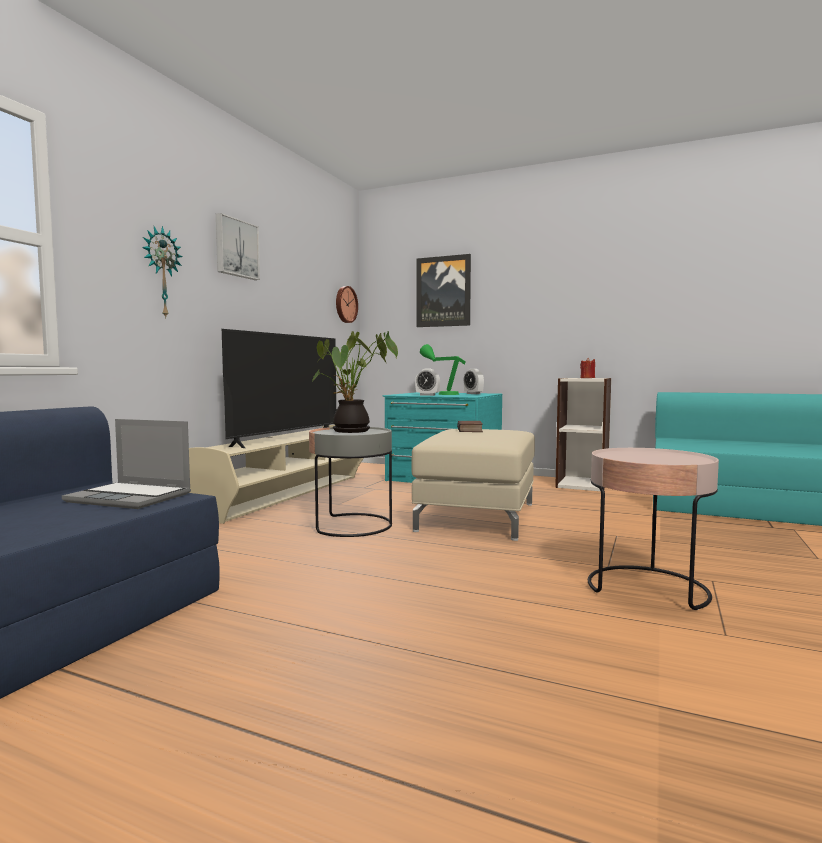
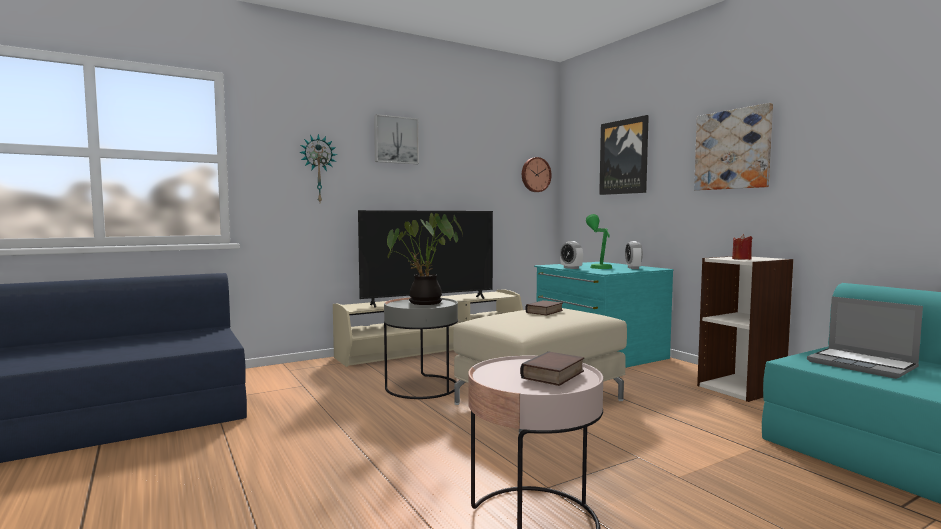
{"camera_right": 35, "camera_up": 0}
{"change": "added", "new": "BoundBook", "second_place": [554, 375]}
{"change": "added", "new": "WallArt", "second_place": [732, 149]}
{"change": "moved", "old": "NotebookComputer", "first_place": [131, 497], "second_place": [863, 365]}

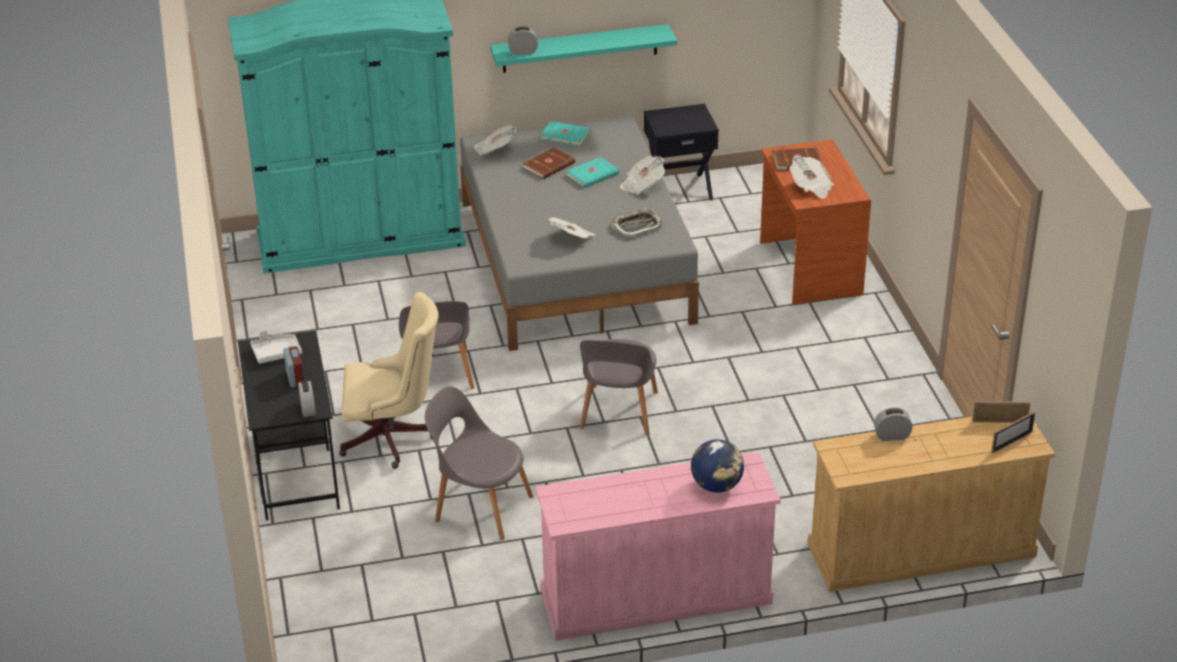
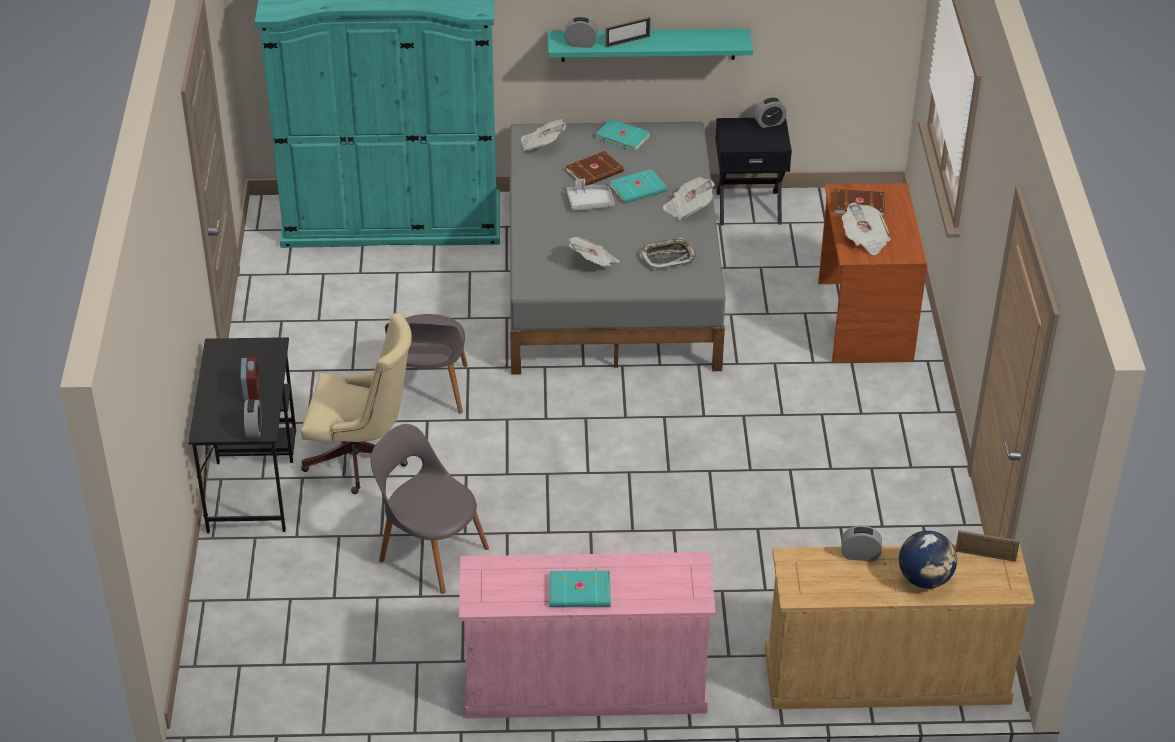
{"camera_right": 10, "camera_up": 5}
{"change": "removed", "old": "GrayUprightChair", "first_place": [618, 413]}
{"change": "added", "new": "TurquoiseColouredBoundBook", "second_place": [580, 593]}
{"change": "added", "new": "AlarmClock", "second_place": [769, 123]}
{"change": "moved", "old": "GrayCarryingTray", "first_place": [276, 353], "second_place": [589, 202]}
{"change": "moved", "old": "Globe", "first_place": [717, 486], "second_place": [925, 579]}
{"change": "moved", "old": "PictureFrame", "first_place": [1011, 442], "second_place": [627, 41]}

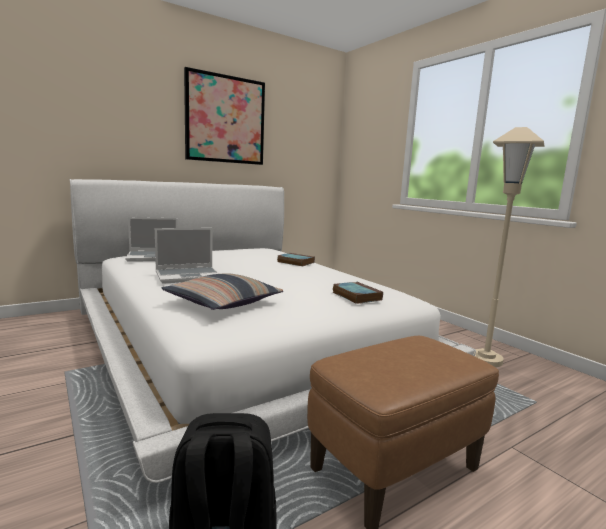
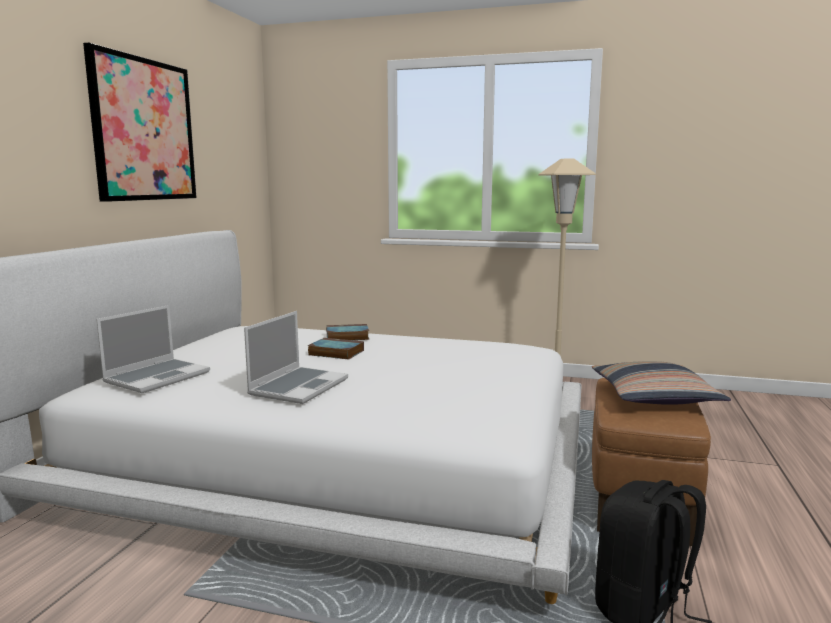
{"camera_right": -40, "camera_up": 0}
{"change": "moved", "old": "ThrowPillow", "first_place": [223, 302], "second_place": [654, 397]}
{"change": "moved", "old": "BoundBook", "first_place": [355, 296], "second_place": [334, 352]}

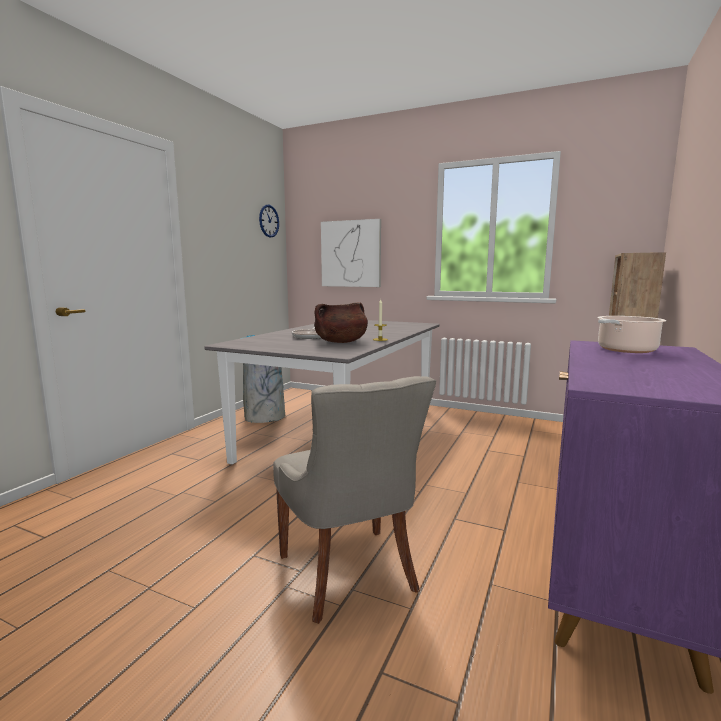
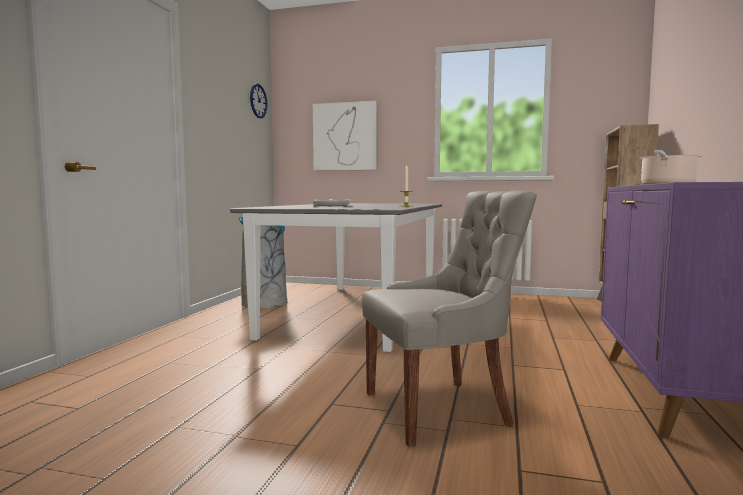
{"camera_right": -10, "camera_up": -5}
{"change": "removed", "old": "BrownColouredSaucepot", "first_place": [341, 342]}
{"change": "turned", "old": "GrayUprightChair", "first_place": [349, 574], "second_place": [440, 409], "degrees": -75}

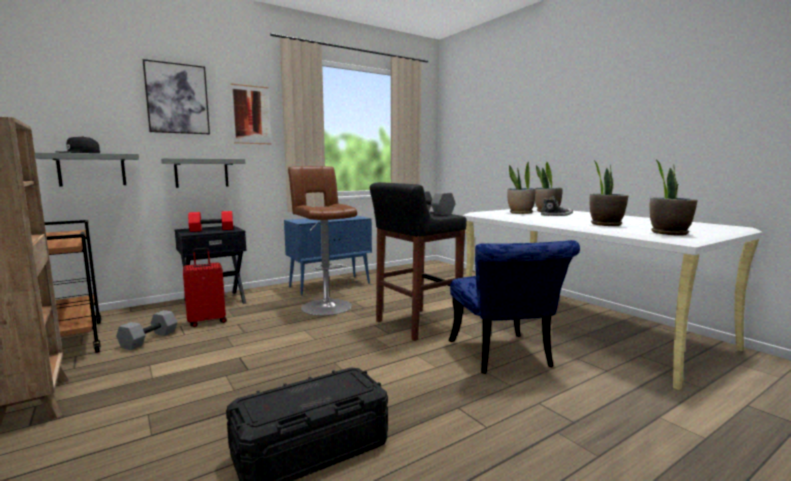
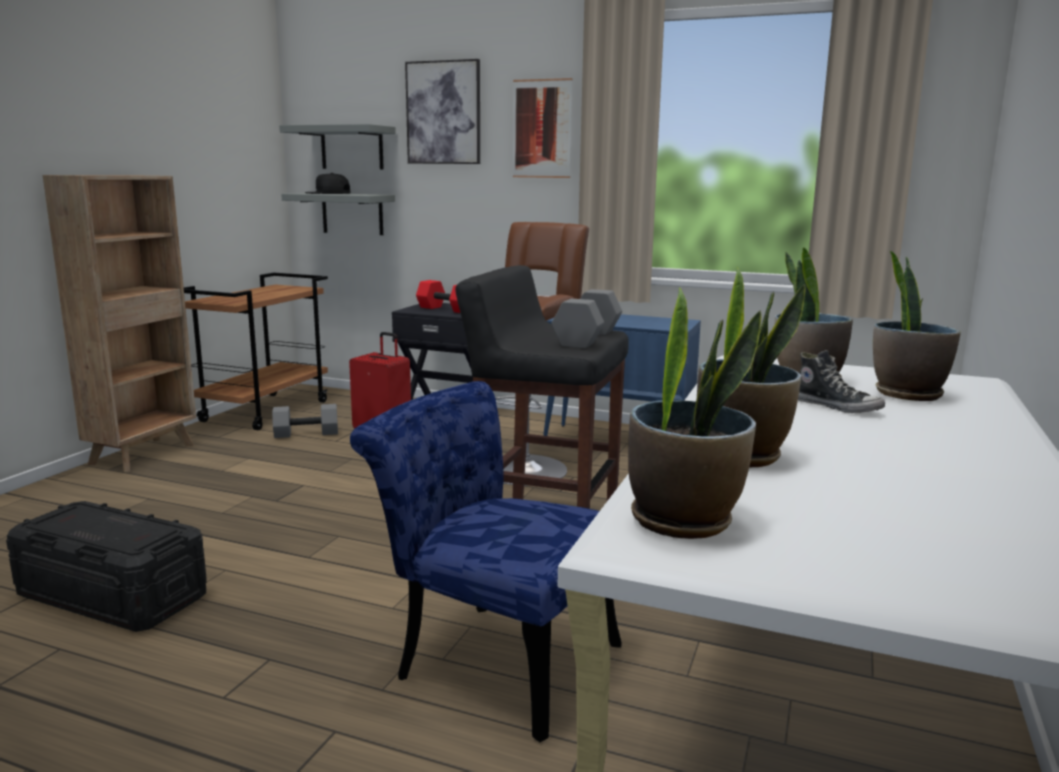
{"camera_right": 55, "camera_up": 5}
{"change": "moved", "old": "GrayWallShelf", "first_place": [201, 173], "second_place": [352, 148]}
{"change": "turned", "old": "BluishUprightChair", "first_place": [503, 357], "second_place": [493, 658], "degrees": 75}

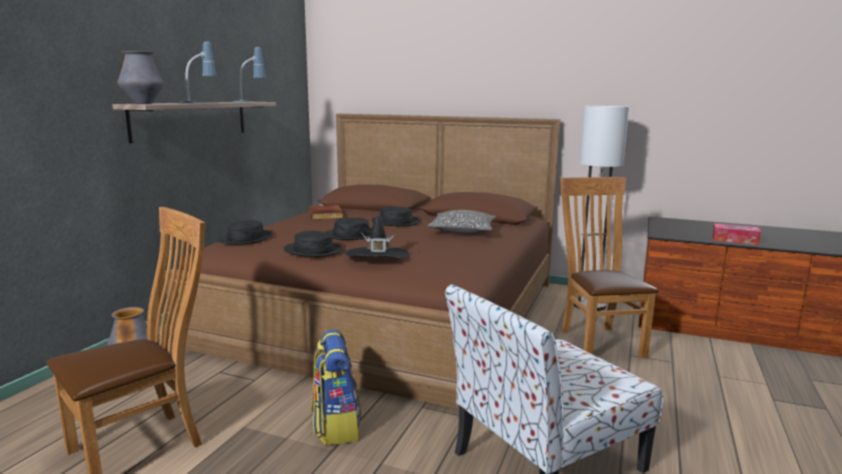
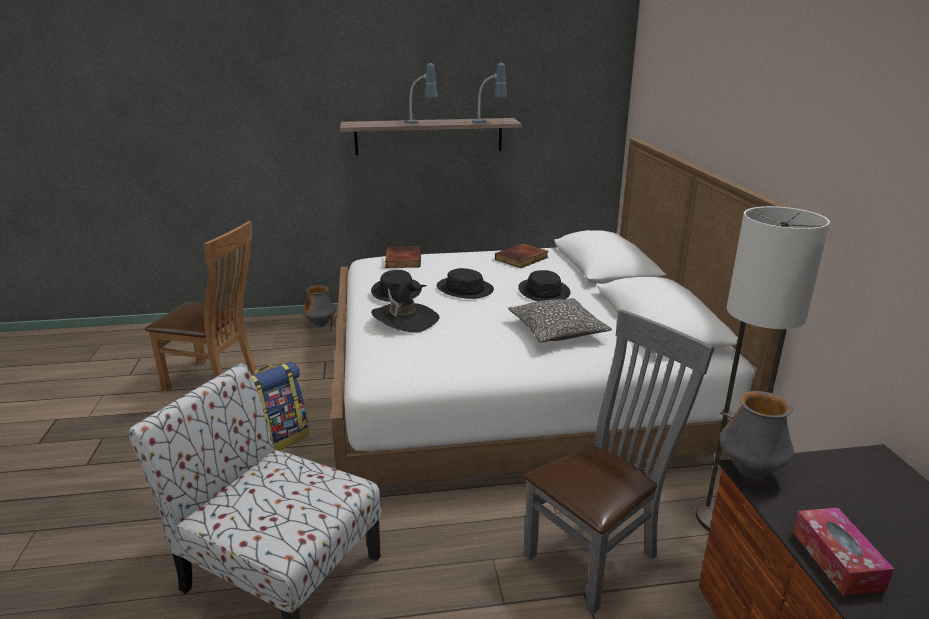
{"camera_right": 60, "camera_up": 10}
{"change": "moved", "old": "FlowerVase", "first_place": [143, 103], "second_place": [750, 471]}
{"change": "replaced", "old": "BlackColouredWearableHat", "new": "BoundBook", "first_place": [246, 238], "second_place": [402, 260]}
{"change": "recoloured", "old": "BrownColouredBedroomBed", "new": "WhitishBedroomBed", "first_place": [389, 311], "second_place": [514, 385]}
{"change": "recoloured", "old": "BrownColouredUprightChair", "new": "GrayUprightChair", "first_place": [598, 341], "second_place": [598, 554]}

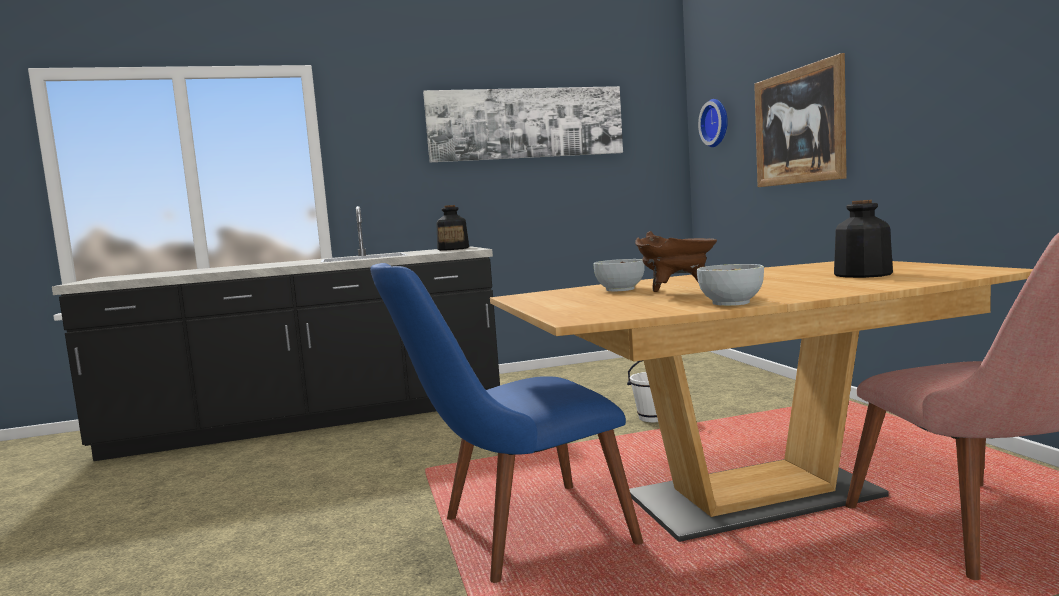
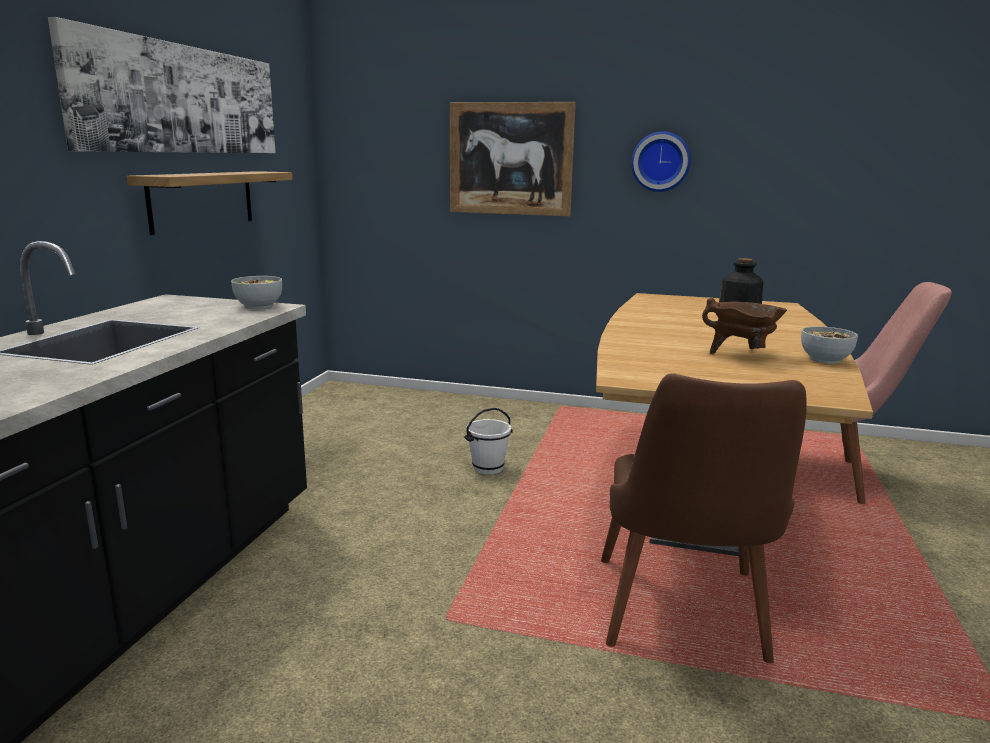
{"camera_right": -60, "camera_up": 10}
{"change": "removed", "old": "BeverageBottle", "first_place": [453, 249]}
{"change": "added", "new": "WallShelf", "second_place": [202, 200]}
{"change": "moved", "old": "ServingBowl", "first_place": [620, 289], "second_place": [258, 306]}
{"change": "moved", "old": "ClockOnTheWall", "first_place": [716, 123], "second_place": [660, 161]}
{"change": "recoloured", "old": "BluishUprightChair", "new": "BrownColouredUprightChair", "first_place": [513, 536], "second_place": [684, 623]}

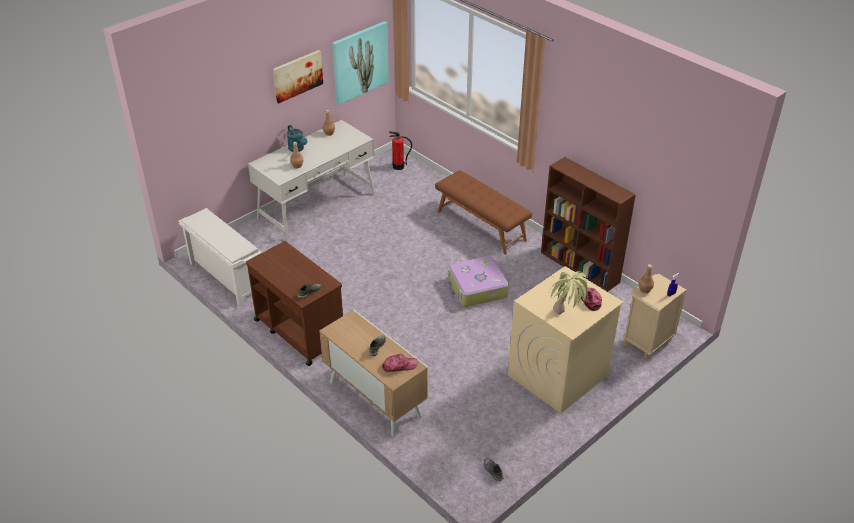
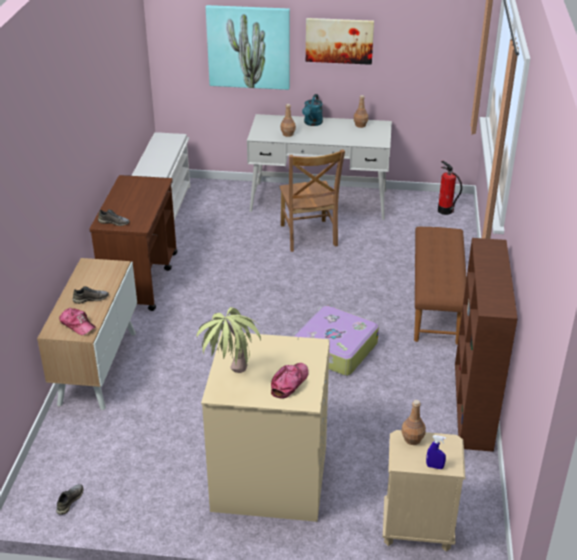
{"camera_right": 50, "camera_up": -5}
{"change": "added", "new": "BrownColouredUprightChair", "second_place": [308, 237]}
{"change": "moved", "old": "WallArt", "first_place": [359, 62], "second_place": [249, 47]}

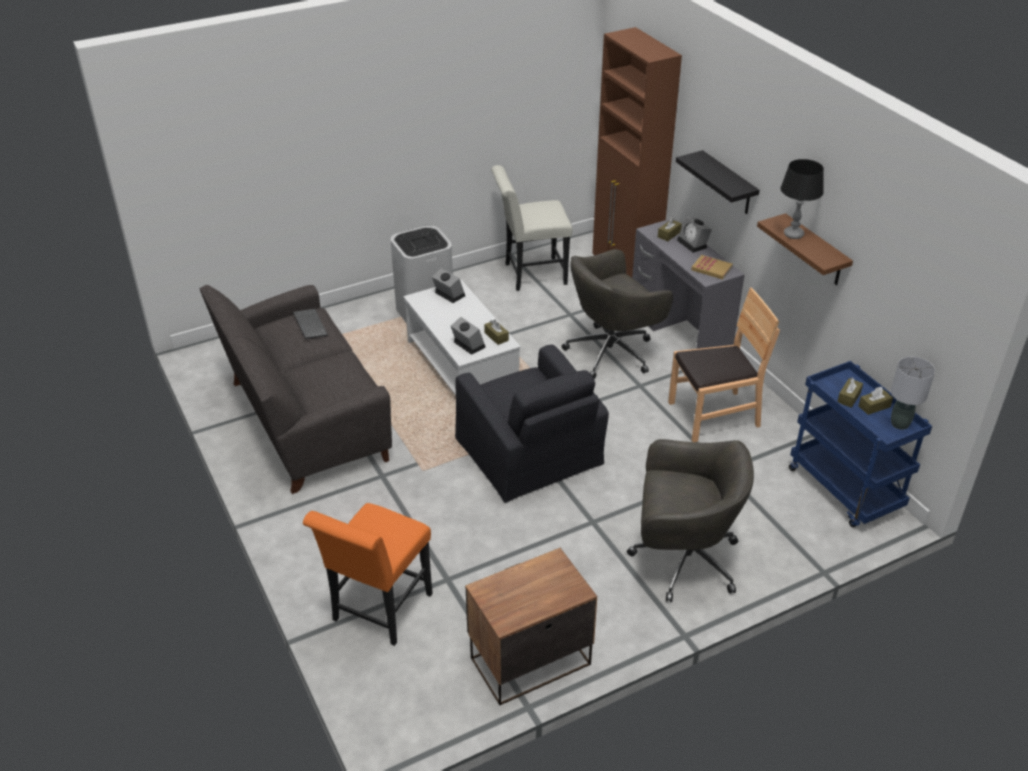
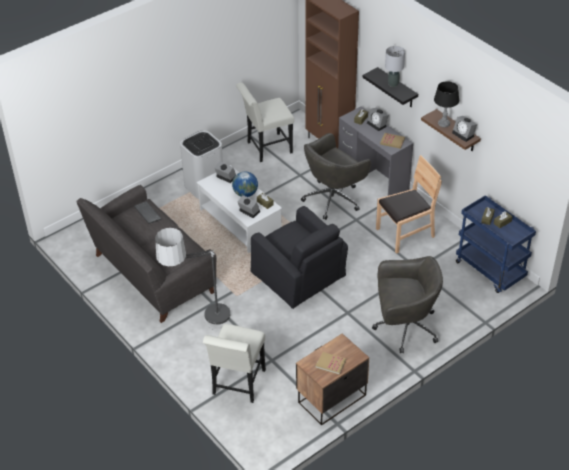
{"camera_right": -10, "camera_up": 5}
{"change": "added", "new": "StandingLamp", "second_place": [200, 326]}
{"change": "added", "new": "Globe", "second_place": [245, 194]}
{"change": "added", "new": "BoundBook", "second_place": [330, 364]}
{"change": "added", "new": "AlarmClock", "second_place": [464, 134]}
{"change": "moved", "old": "GrayTabletopLamp", "first_place": [900, 424], "second_place": [393, 84]}
{"change": "recoloured", "old": "OrangeUprightChair", "new": "WhitishUprightChair", "first_place": [378, 612], "second_place": [237, 385]}

